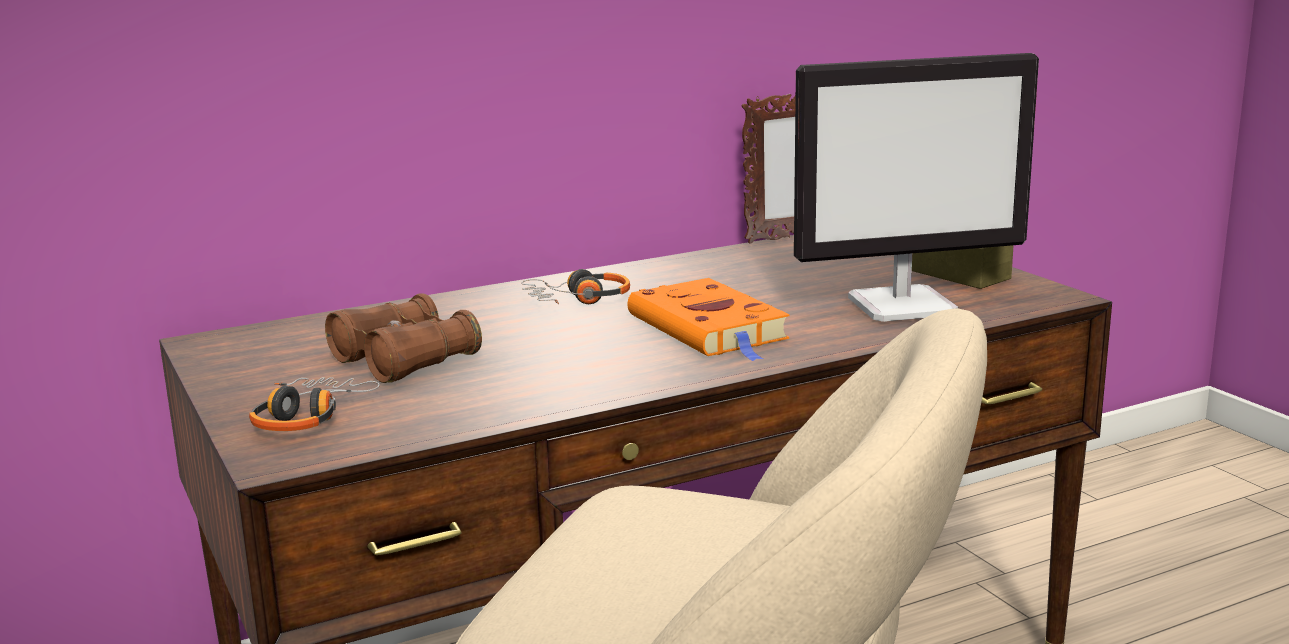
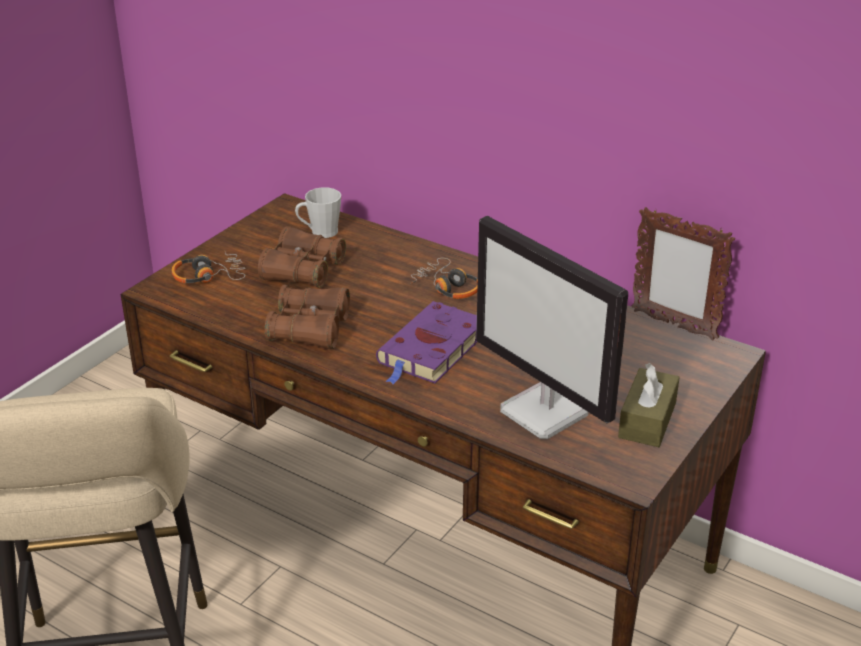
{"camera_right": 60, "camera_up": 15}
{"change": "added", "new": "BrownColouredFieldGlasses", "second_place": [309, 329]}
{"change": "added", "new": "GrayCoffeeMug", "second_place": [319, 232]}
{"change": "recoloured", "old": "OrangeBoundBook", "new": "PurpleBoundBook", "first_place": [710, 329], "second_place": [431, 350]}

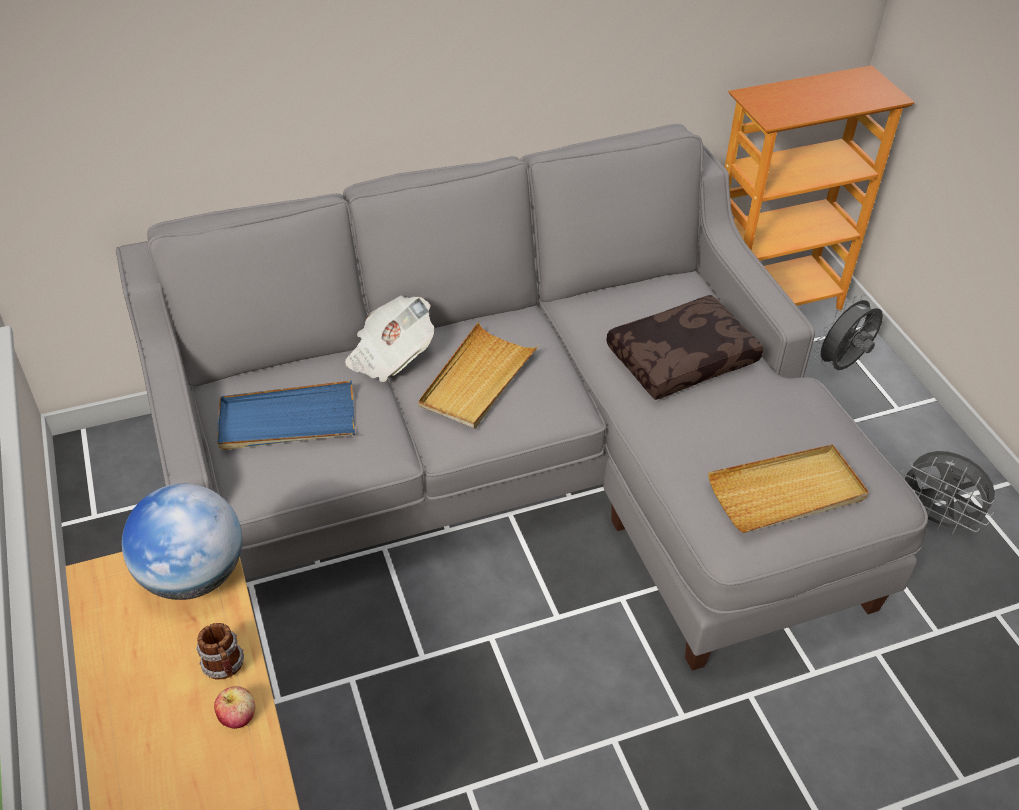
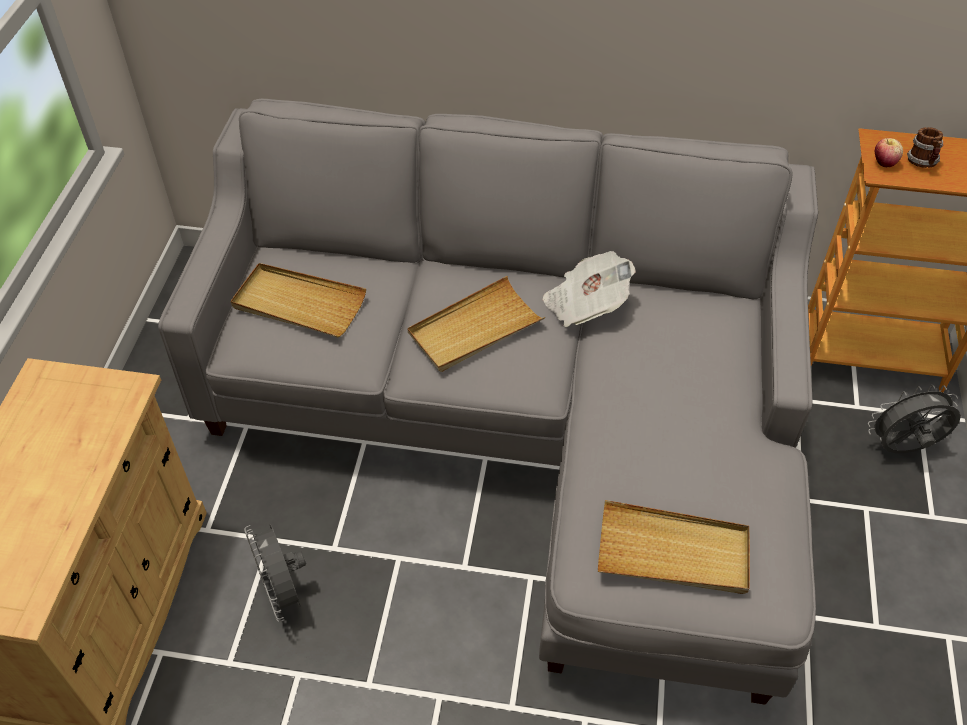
{"camera_right": 30, "camera_up": 5}
{"change": "removed", "old": "Globe", "first_place": [193, 575]}
{"change": "removed", "old": "BrownColouredThrowPillow", "first_place": [681, 357]}
{"change": "moved", "old": "CoffeeMug", "first_place": [225, 667], "second_place": [922, 163]}
{"change": "moved", "old": "WholeApple", "first_place": [238, 717], "second_place": [884, 163]}
{"change": "moved", "old": "Newspaper", "first_place": [390, 356], "second_place": [585, 304]}
{"change": "moved", "old": "GrayFan", "first_place": [935, 519], "second_place": [284, 592]}
{"change": "recoloured", "old": "BluishCarryingTray", "new": "BeigeCarryingTray", "first_place": [287, 421], "second_place": [298, 304]}

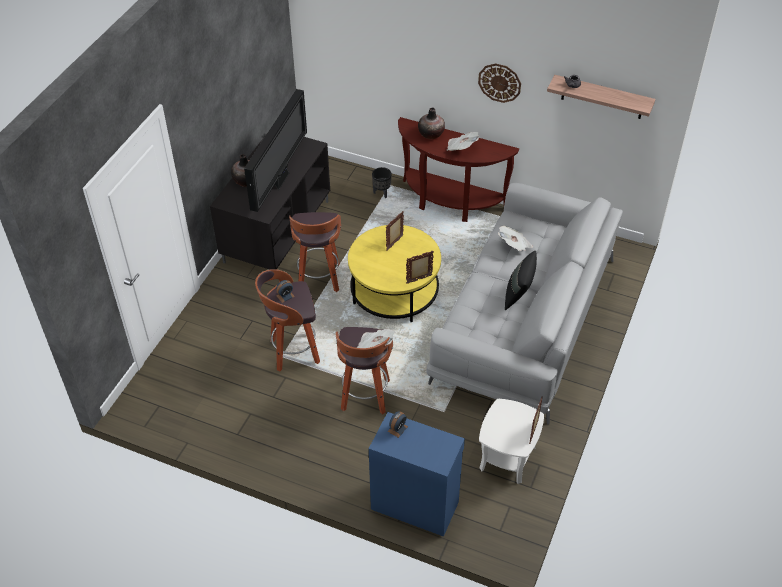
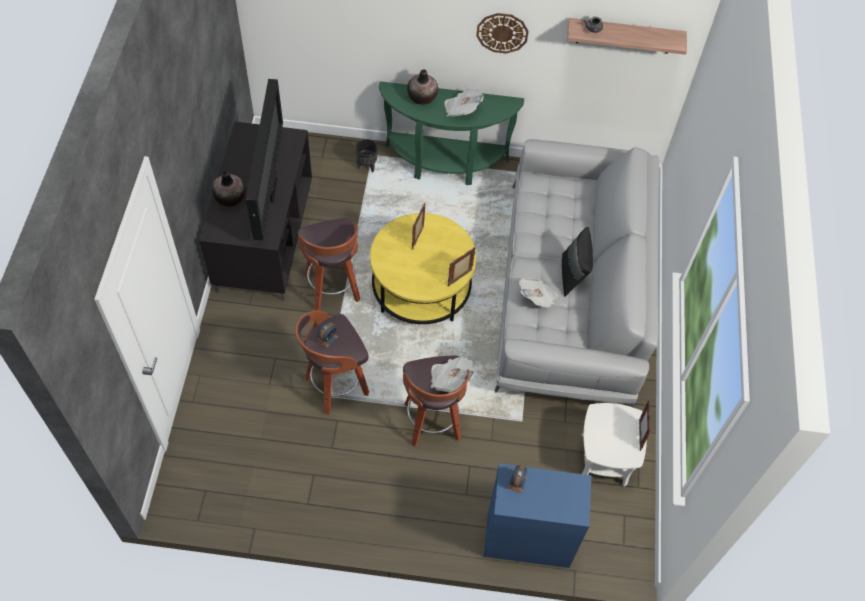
{"camera_right": -20, "camera_up": 10}
{"change": "moved", "old": "Newspaper", "first_place": [514, 245], "second_place": [537, 298]}
{"change": "recoloured", "old": "BrownColouredHallTable", "new": "GreenishHallTable", "first_place": [449, 203], "second_place": [444, 164]}

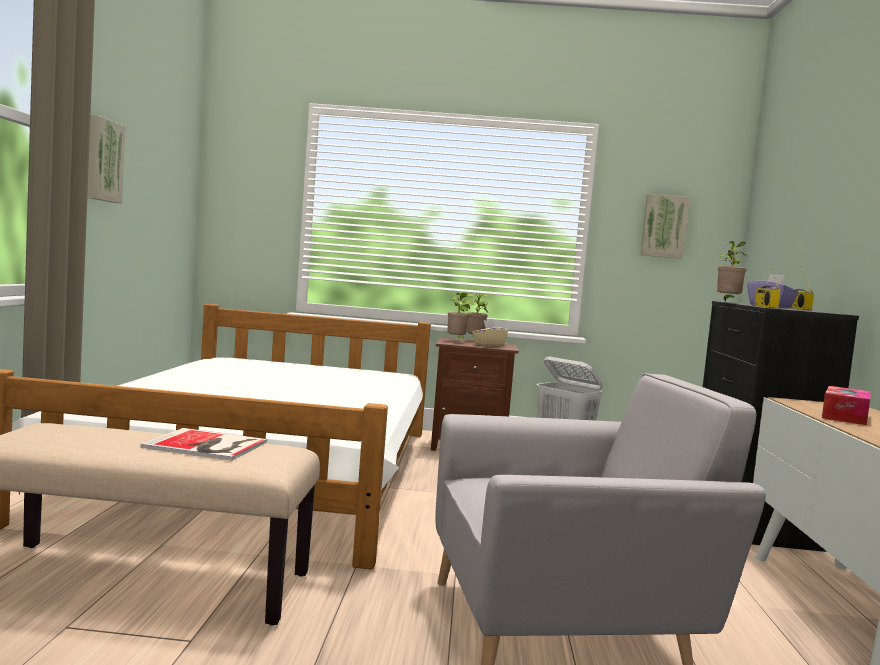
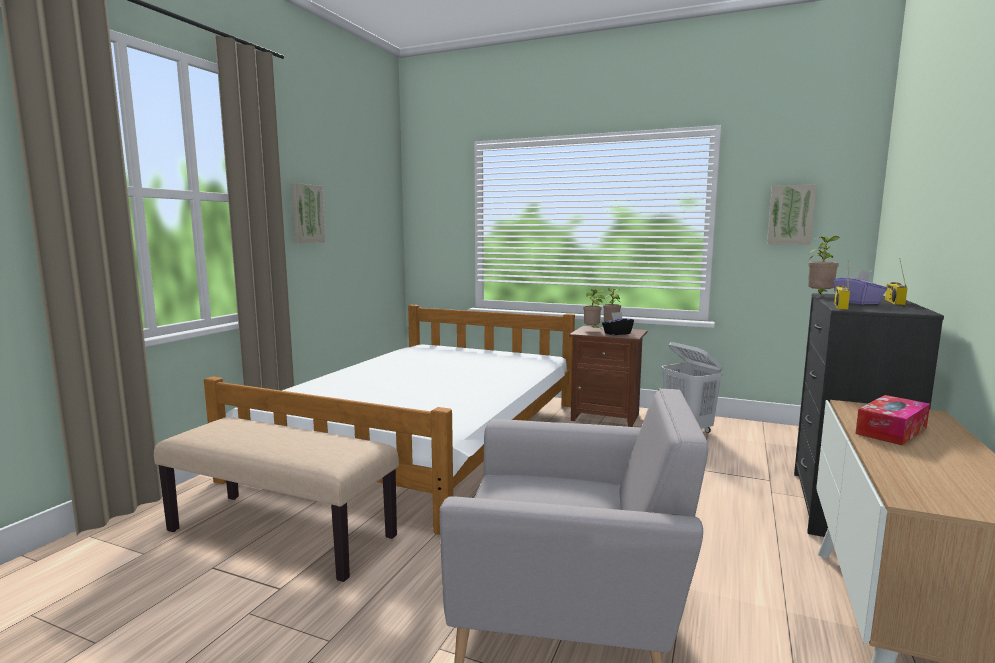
{"camera_right": 20, "camera_up": 5}
{"change": "removed", "old": "BoundBook", "first_place": [207, 445]}
{"change": "recoloured", "old": "BeigeBoxOfTissues", "new": "BlackColouredBoxOfTissues", "first_place": [488, 345], "second_place": [617, 333]}

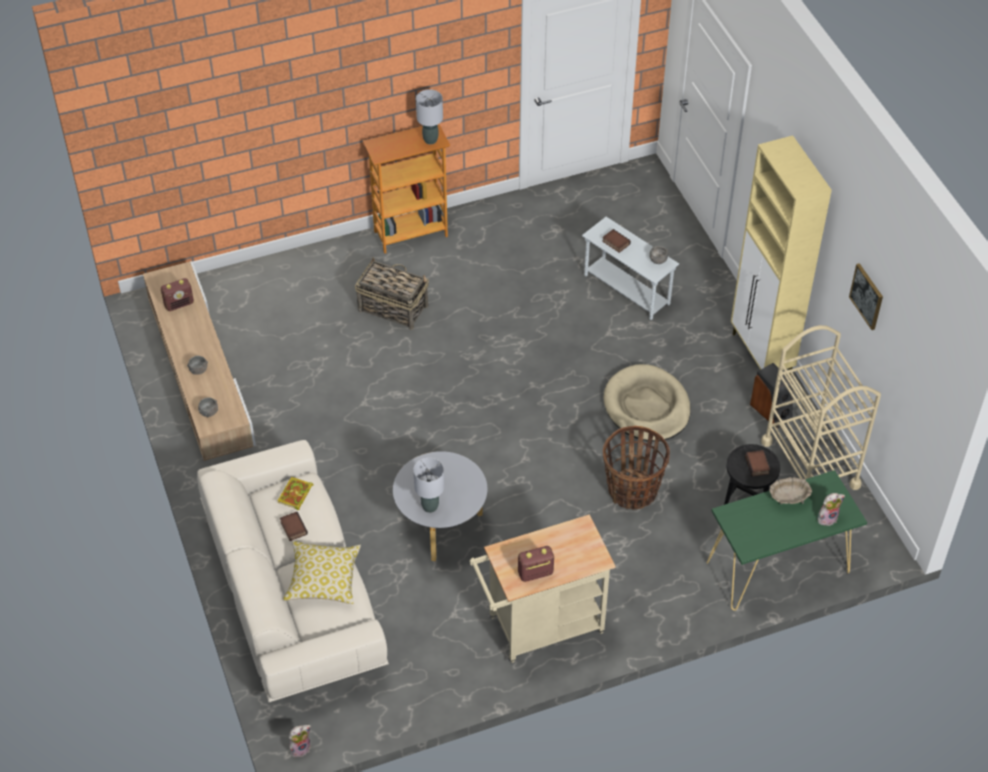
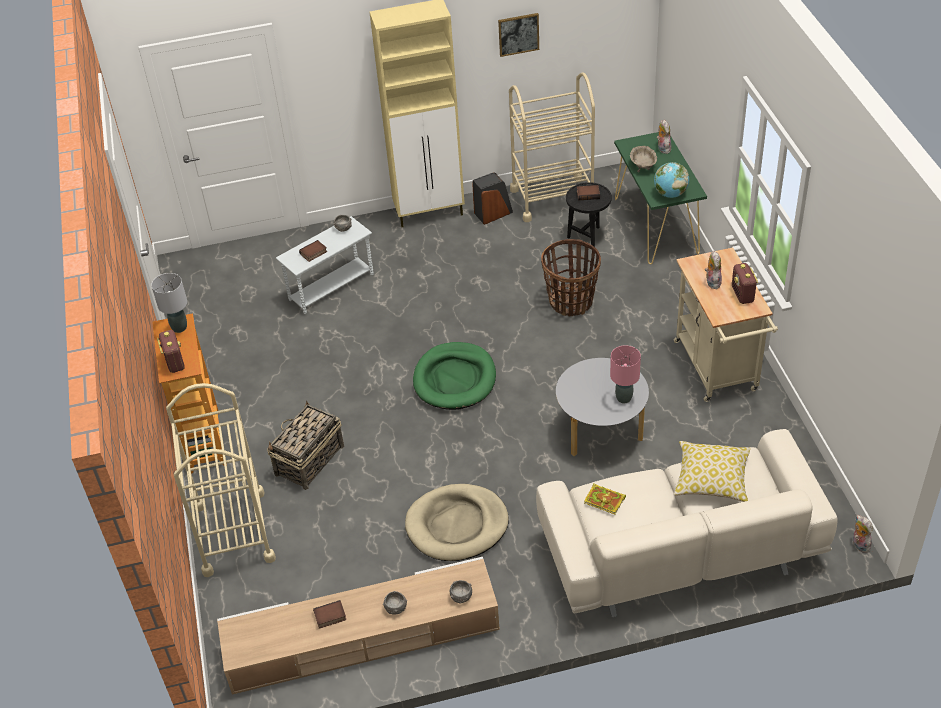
{"camera_right": -80, "camera_up": -5}
{"change": "added", "new": "BeigeCart", "second_place": [234, 532]}
{"change": "added", "new": "GreenishDogCushion", "second_place": [455, 379]}
{"change": "added", "new": "Globe", "second_place": [670, 194]}
{"change": "added", "new": "CuddlyToy", "second_place": [712, 282]}
{"change": "moved", "old": "RadioReceiver", "first_place": [179, 304], "second_place": [174, 362]}
{"change": "moved", "old": "BoundBook", "first_place": [292, 528], "second_place": [330, 617]}
{"change": "moved", "old": "BeigeDogCushion", "first_place": [646, 407], "second_place": [457, 525]}
{"change": "recoloured", "old": "GrayTabletopLamp", "new": "PinkTabletopLamp", "first_place": [430, 507], "second_place": [624, 398]}

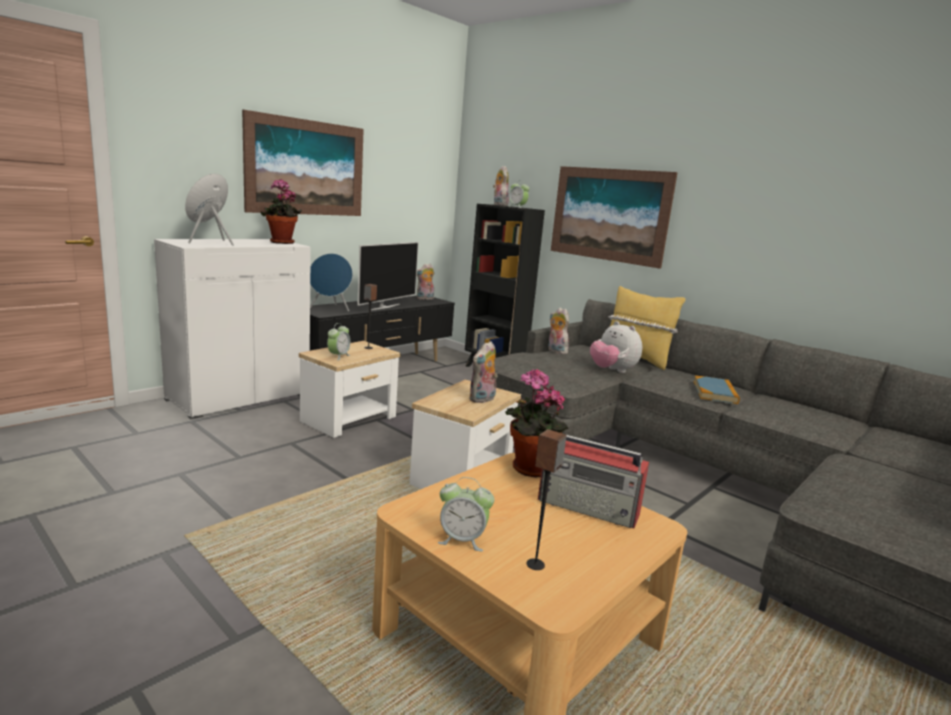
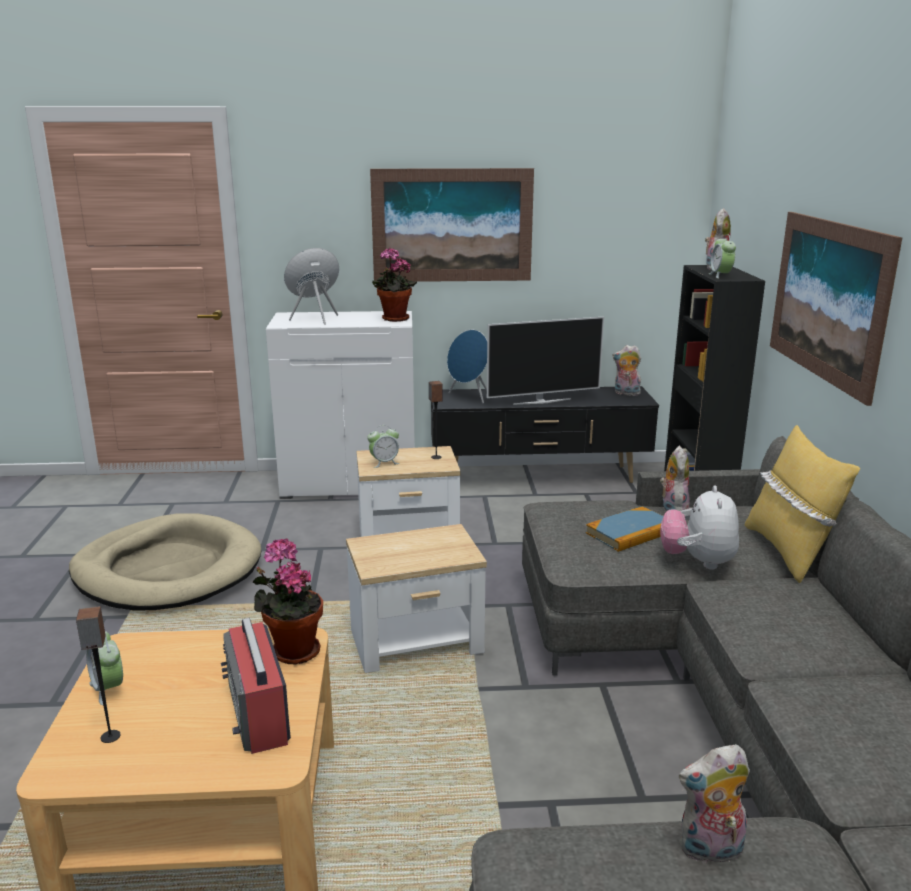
{"camera_right": 45, "camera_up": 5}
{"change": "added", "new": "BeigeDogCushion", "second_place": [168, 570]}
{"change": "moved", "old": "CuddlyToy", "first_place": [482, 399], "second_place": [710, 851]}
{"change": "moved", "old": "BoundBook", "first_place": [715, 392], "second_place": [630, 532]}

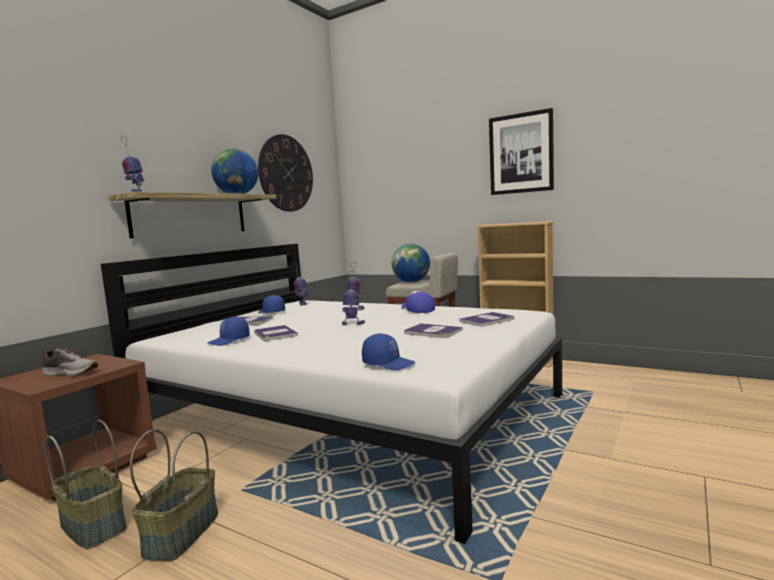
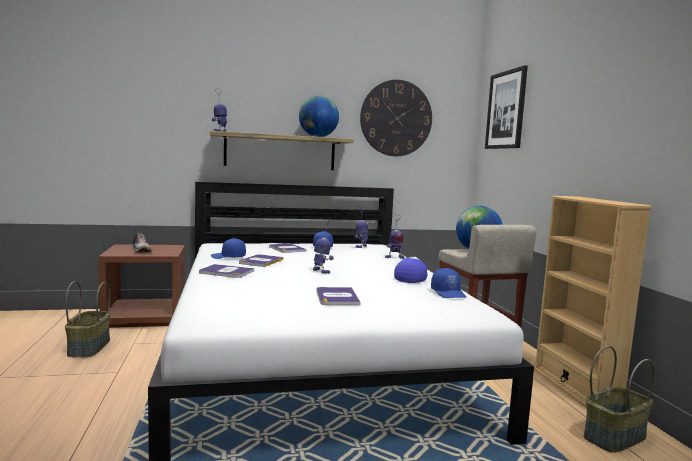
{"camera_right": 45, "camera_up": 0}
{"change": "moved", "old": "HouseholdBasket", "first_place": [181, 533], "second_place": [614, 436]}
{"change": "moved", "old": "BluishPeakedCap", "first_place": [388, 363], "second_place": [449, 293]}
{"change": "moved", "old": "BoundBook", "first_place": [487, 320], "second_place": [226, 272]}
{"change": "moved", "old": "WallArt", "first_place": [521, 153], "second_place": [506, 110]}

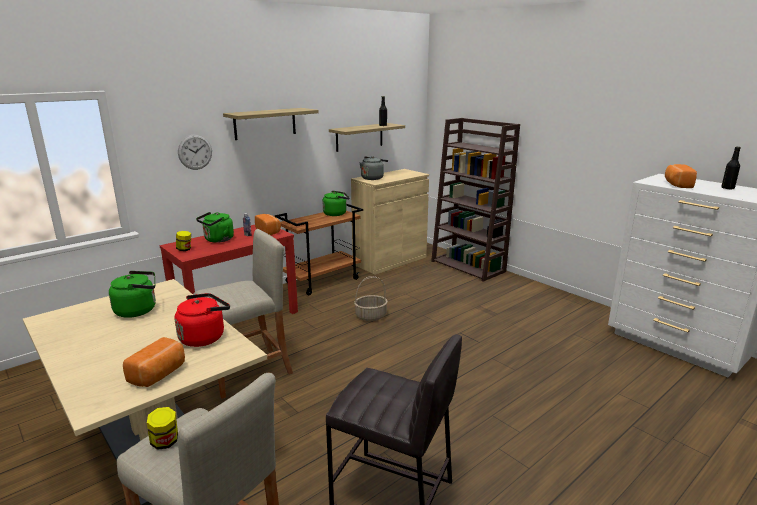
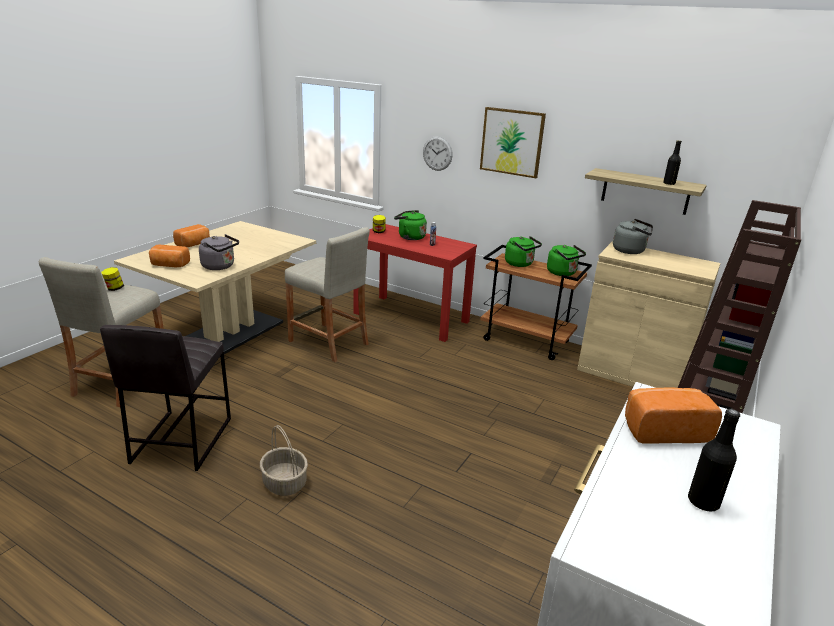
{"camera_right": 70, "camera_up": 5}
{"change": "moved", "old": "GreenishWaterKettle", "first_place": [138, 310], "second_place": [520, 264]}
{"change": "moved", "old": "Bread", "first_place": [269, 231], "second_place": [194, 244]}
{"change": "moved", "old": "HouseholdBasket", "first_place": [371, 316], "second_place": [285, 483]}
{"change": "replaced", "old": "WallShelf", "new": "WallArt", "first_place": [265, 123], "second_place": [512, 142]}
{"change": "recoloured", "old": "RedColouredWaterKettle", "new": "GrayWaterKettle", "first_place": [204, 337], "second_place": [220, 266]}

